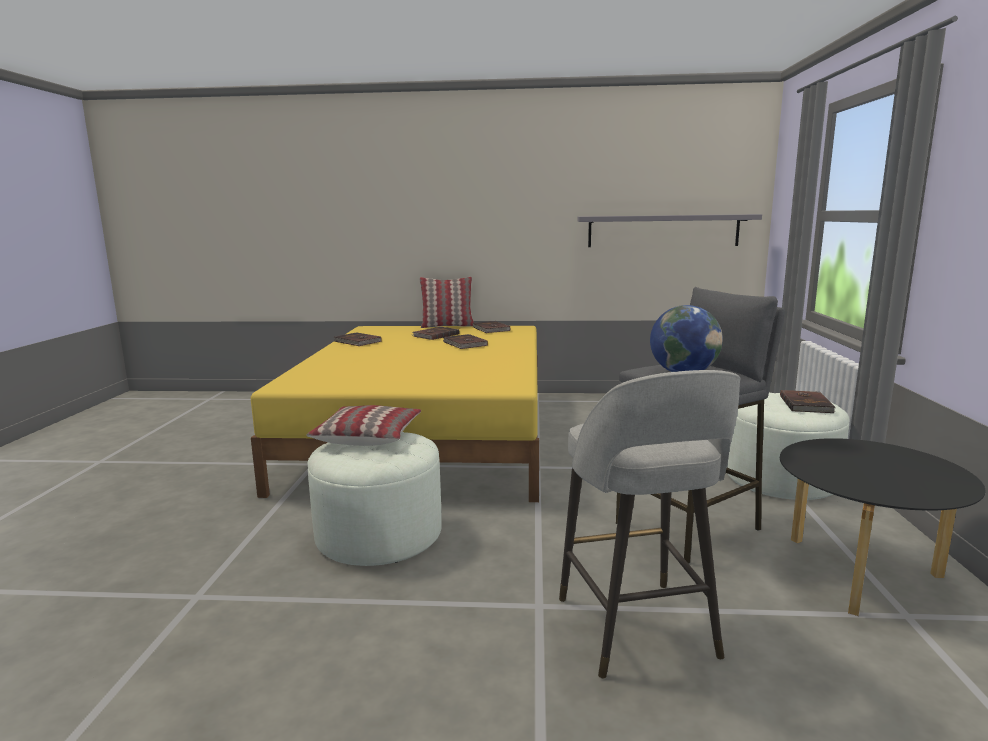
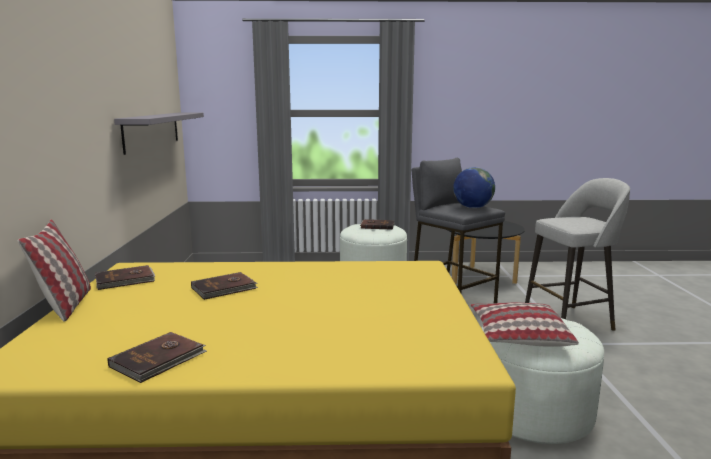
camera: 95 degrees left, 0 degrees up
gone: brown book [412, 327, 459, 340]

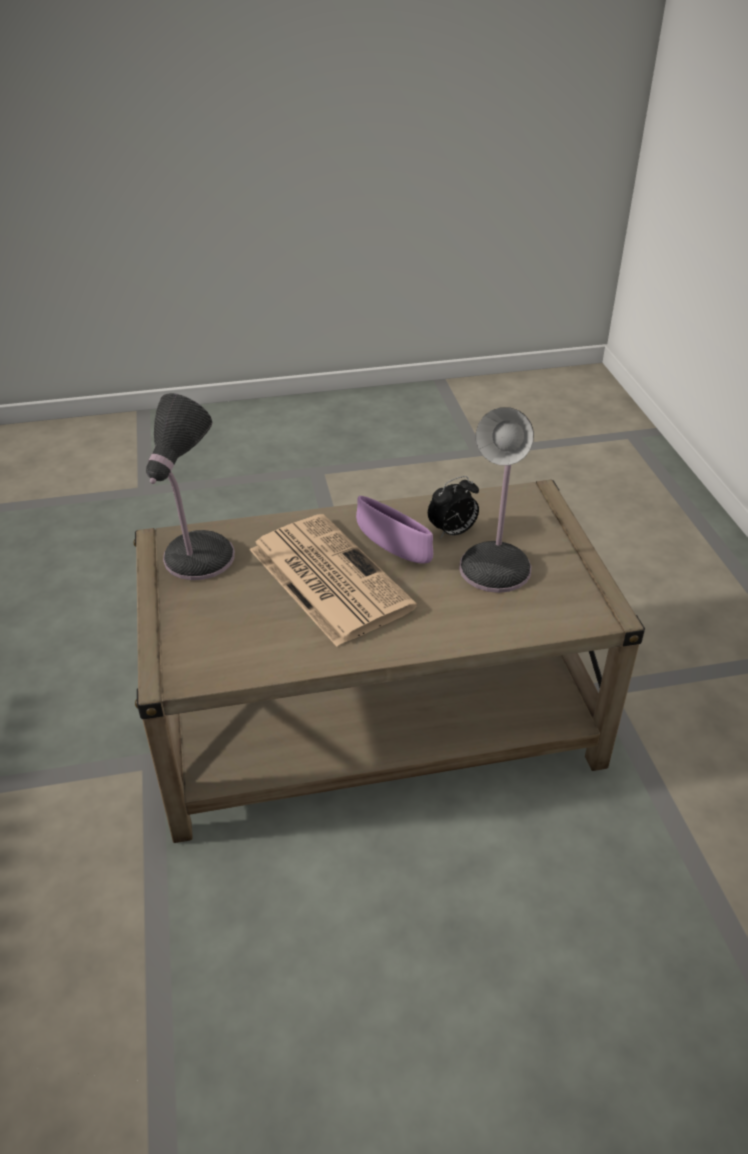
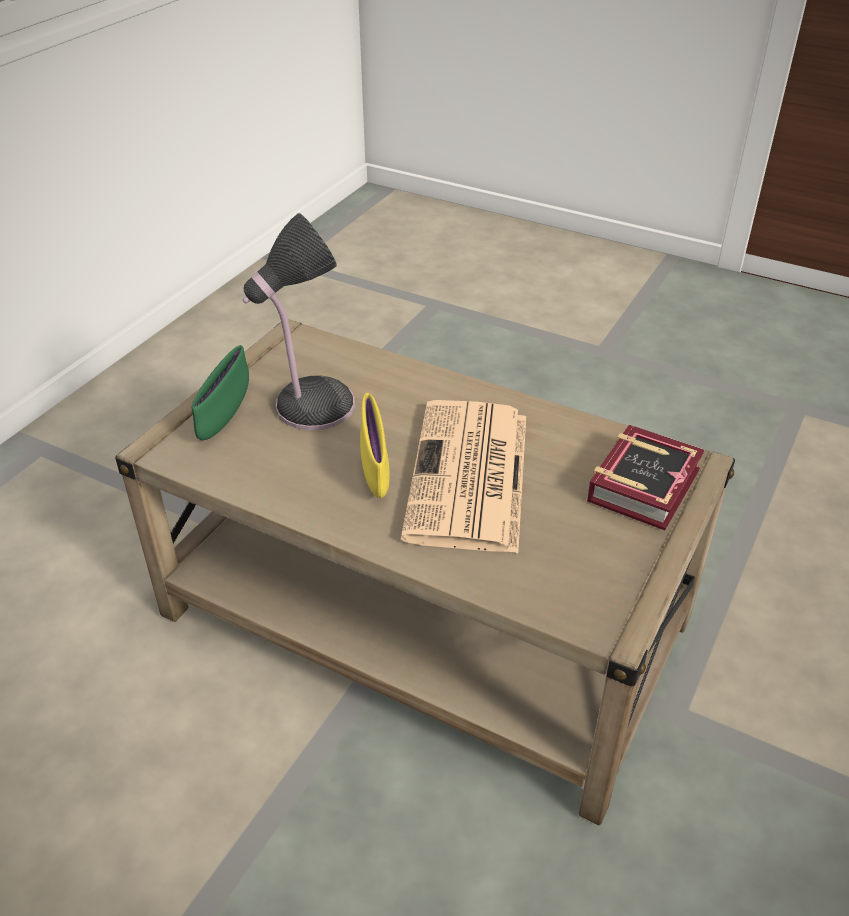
camera: 140 degrees left, 0 degrees up
gone: table lamp [146, 393, 235, 580]; alarm clock [428, 476, 479, 539]
new: green bowl [192, 345, 249, 440]; book [587, 425, 704, 530]
repainted: purple bowl [356, 496, 433, 564] to yellow bowl [360, 393, 390, 498]

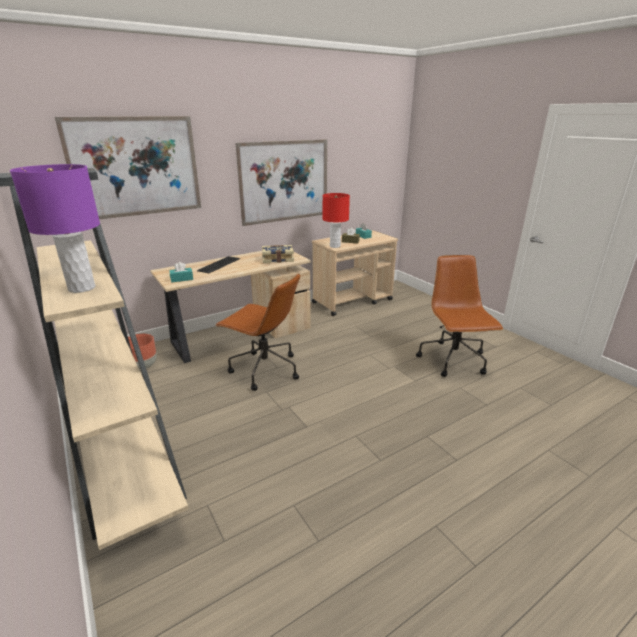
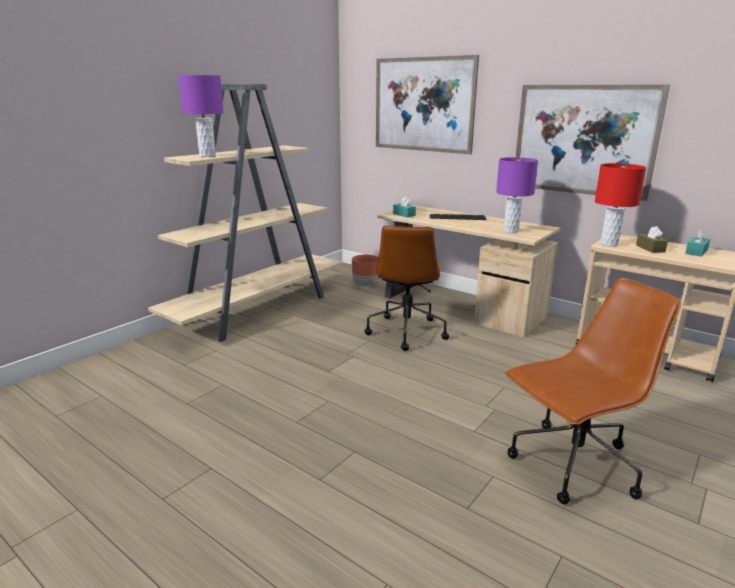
camera: 70 degrees right, 5 degrees down
swapped: book [262, 245, 294, 263] to purple table lamp [496, 157, 538, 233]

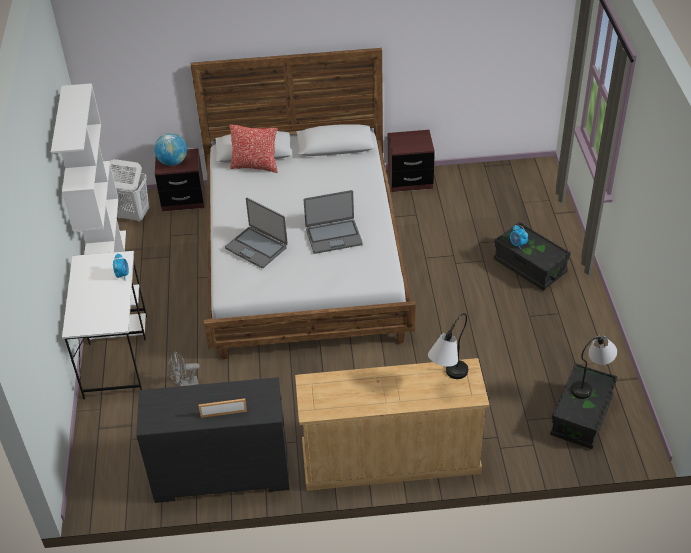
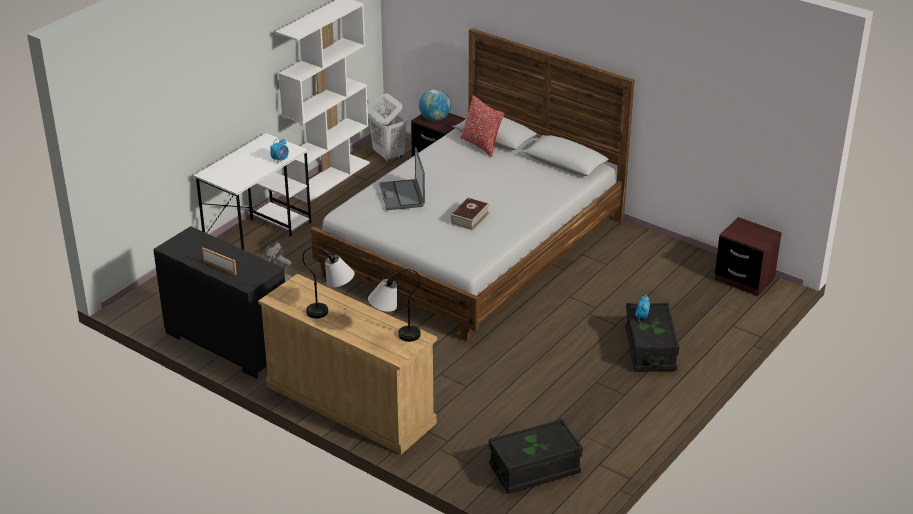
camera: 40 degrees right, 10 degrees down
shifted: brown nightstand [388, 130, 435, 192] to [715, 217, 782, 296]; table lamp [571, 335, 617, 399] to [302, 247, 355, 319]
swapped: laptop [304, 190, 363, 254] to book [450, 197, 490, 231]

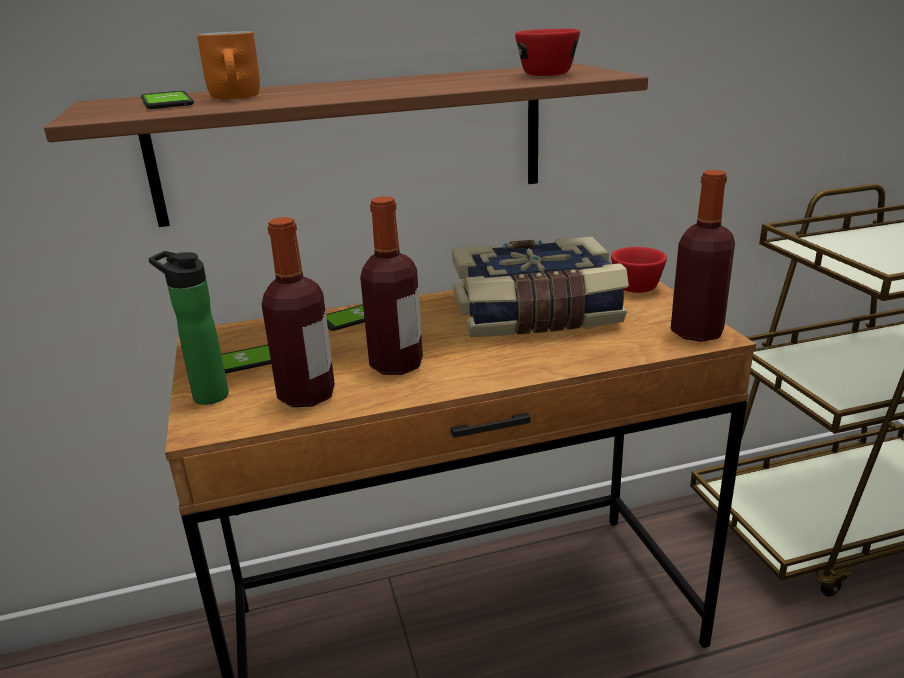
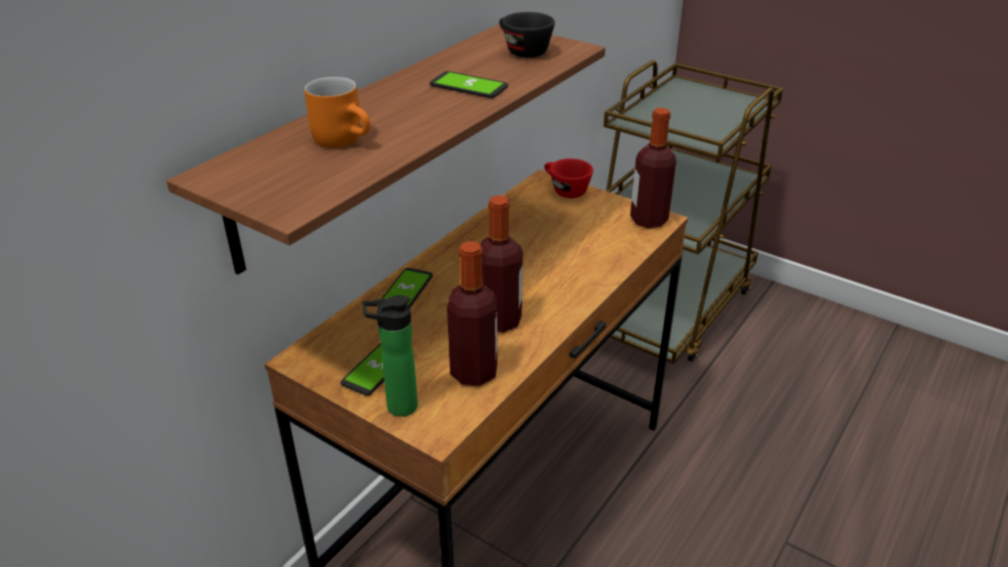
camera: 40 degrees left, 10 degrees up
gone: book [452, 236, 629, 337]
shifted: phone [141, 91, 194, 109] to [430, 71, 508, 98]
repainted: red cup [515, 29, 580, 76] to black cup [499, 12, 555, 58]

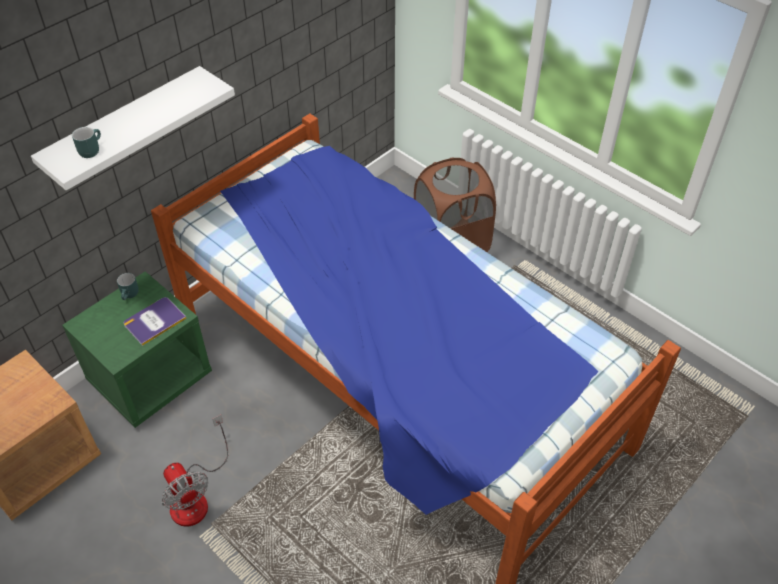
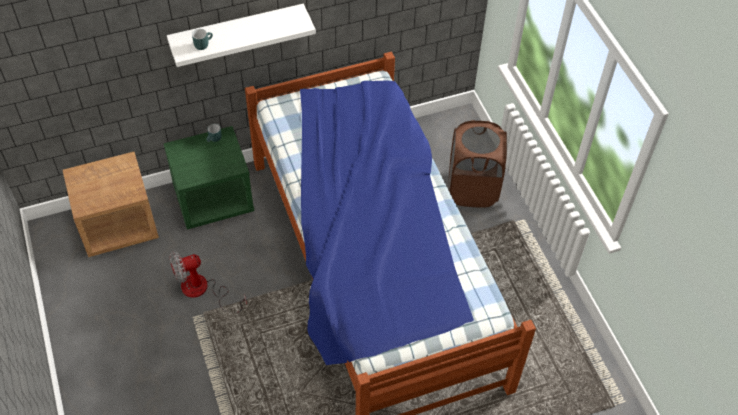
camera: 25 degrees right, 5 degrees up
gone: book [124, 297, 187, 346]
rotated: fan [162, 414, 228, 527] = [169, 251, 247, 313] 75 degrees clockwise

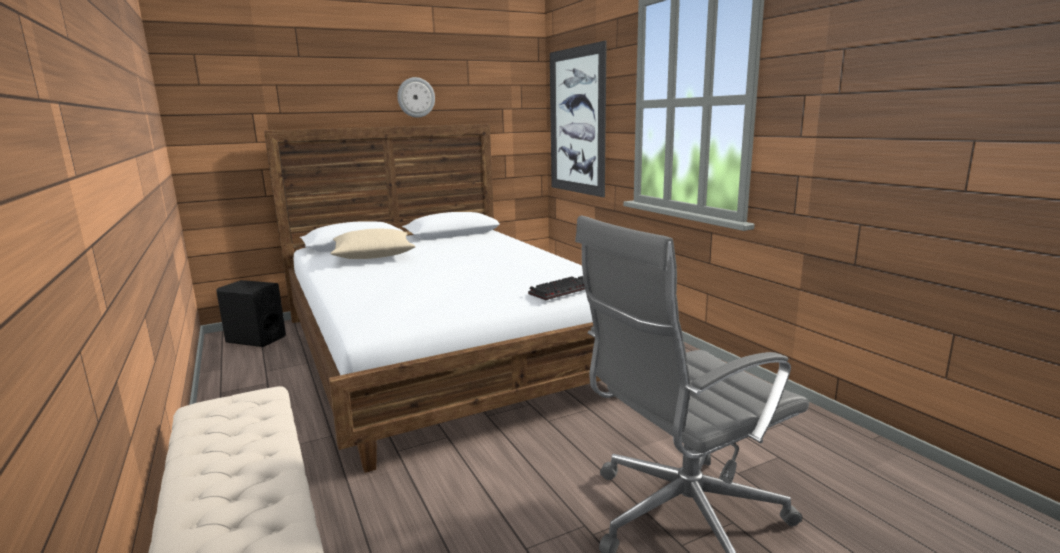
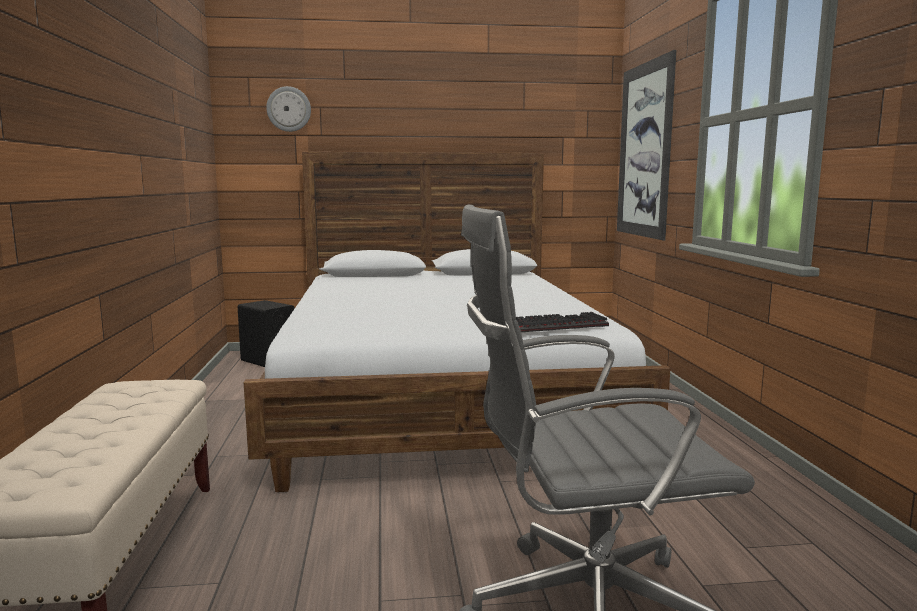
camera: 20 degrees right, 5 degrees down
gone: beige pillow [331, 229, 416, 259]
shifted: wall clock [397, 77, 435, 118] to [266, 86, 311, 132]

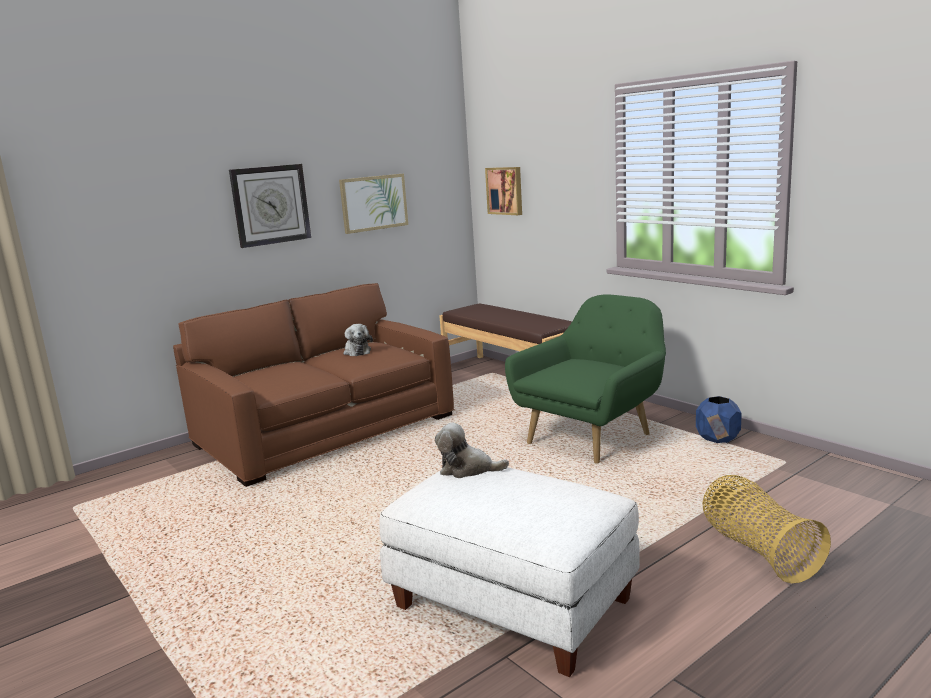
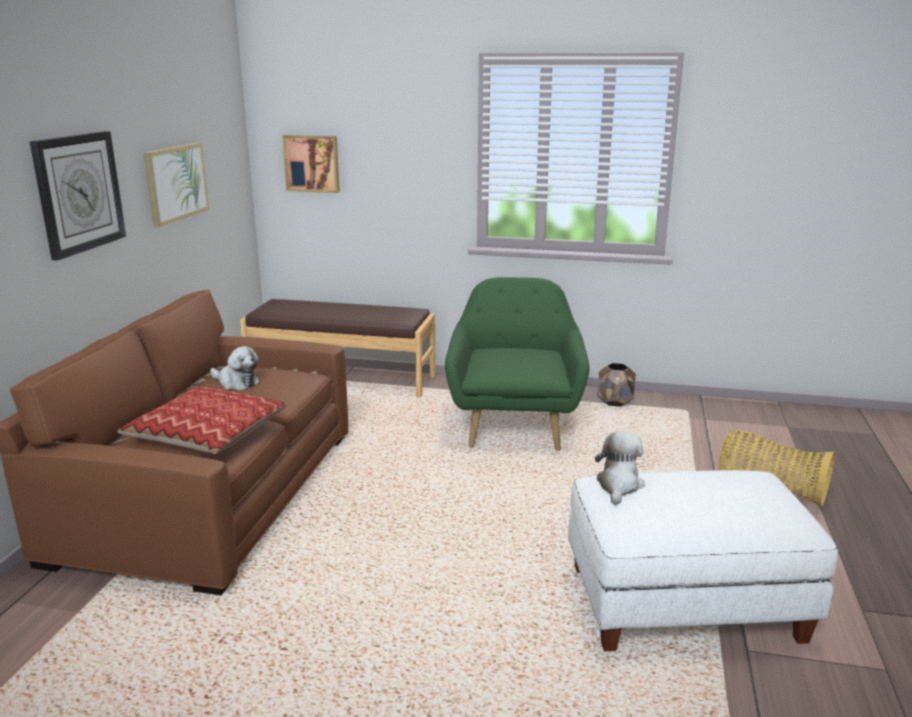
camera: 40 degrees left, 5 degrees up
new: pillow [117, 386, 287, 455]
repainted: blue planter [696, 396, 742, 443] to brown planter [597, 363, 636, 407]
rotated: plush toy [435, 423, 509, 478] = [595, 432, 645, 505] 135 degrees clockwise

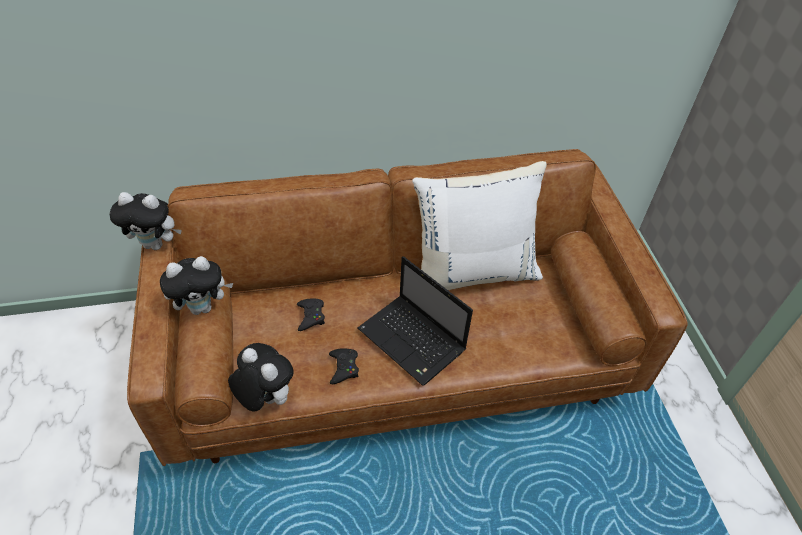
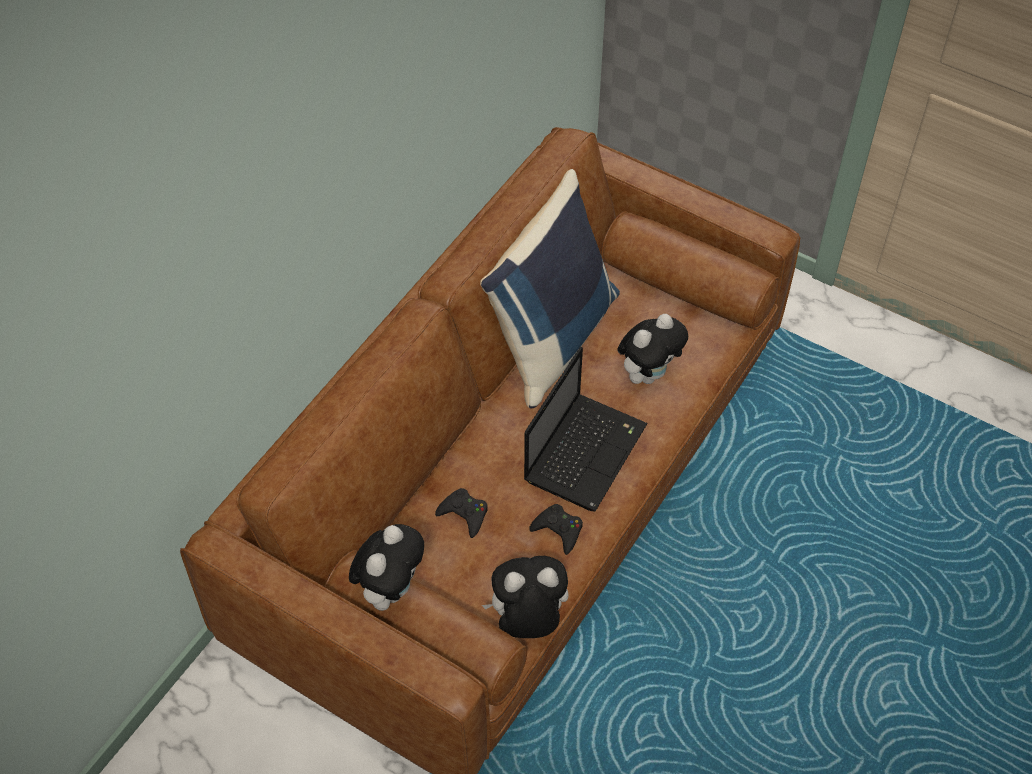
camera: 45 degrees left, 5 degrees up
shifted: plush toy [109, 192, 182, 250] to [617, 314, 688, 384]
repainted: white pillow [412, 161, 547, 290] to blue pillow [480, 169, 620, 408]
rotated: laptop [358, 256, 473, 386] = [524, 347, 648, 511] 60 degrees counterclockwise

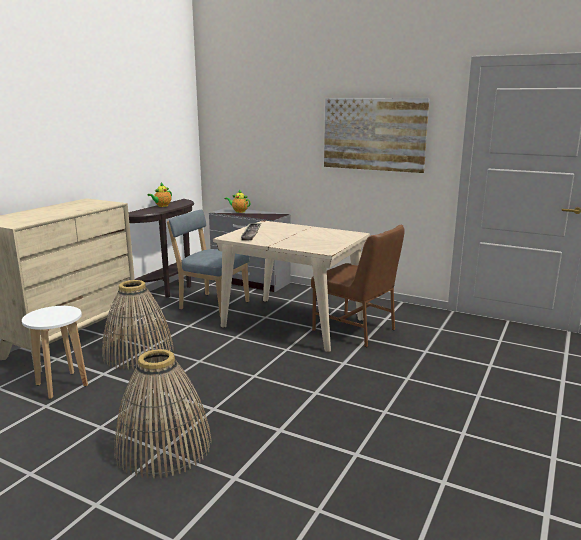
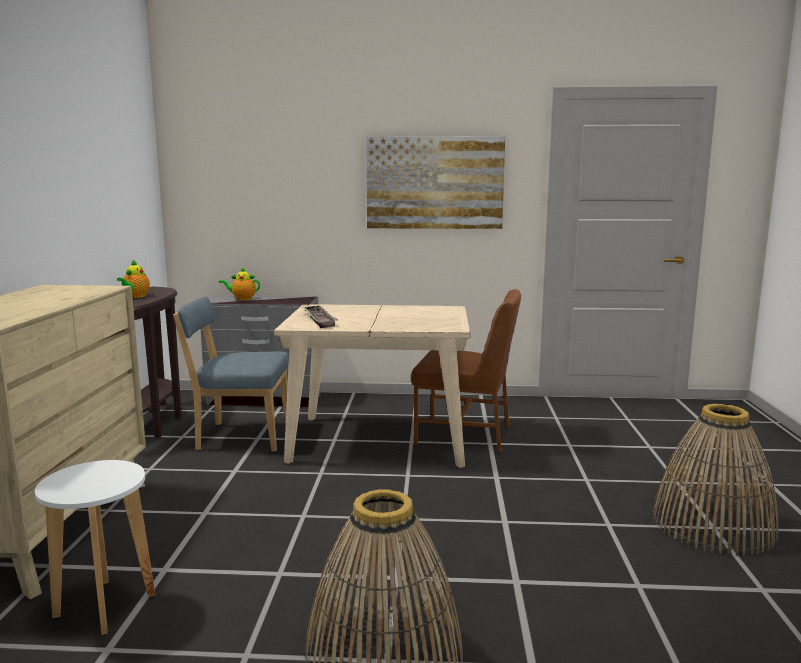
camera: 25 degrees left, 5 degrees down
shifted: basket [102, 280, 174, 369] to [652, 404, 778, 556]

